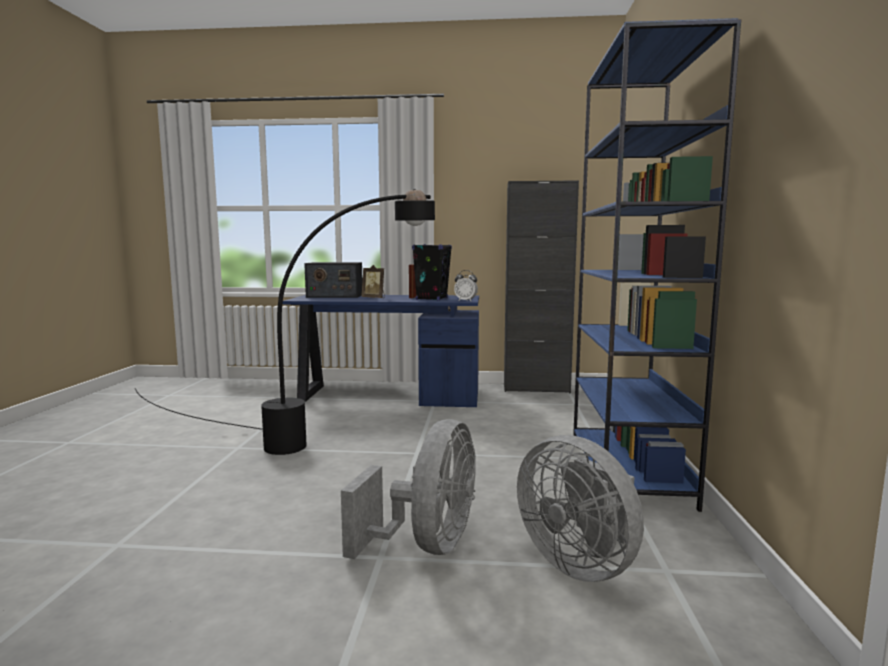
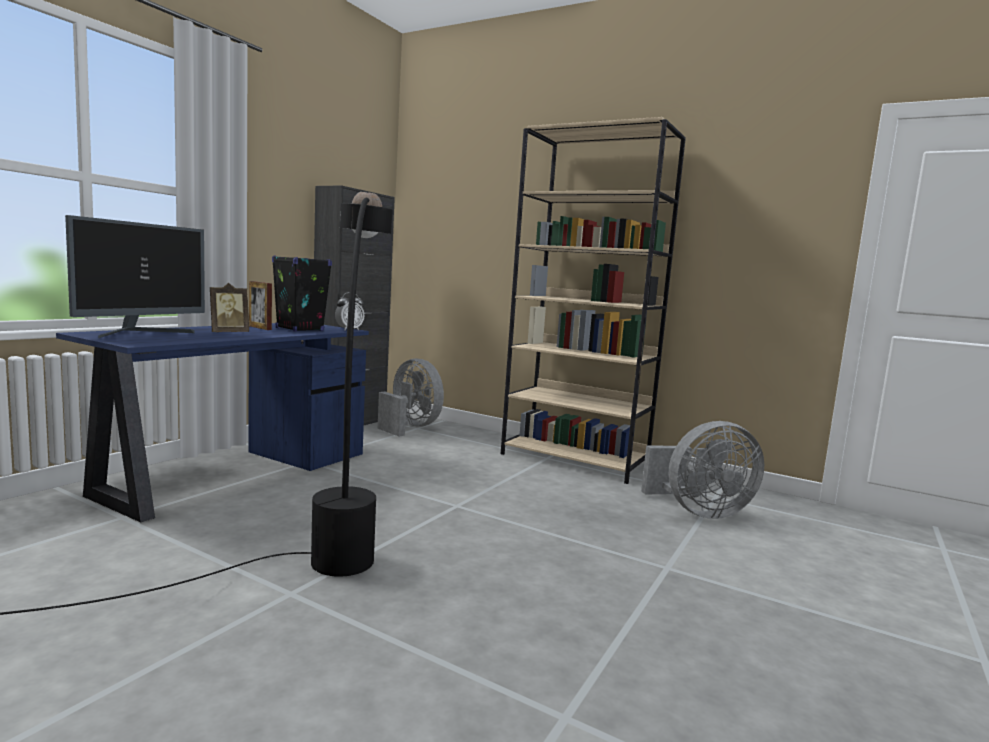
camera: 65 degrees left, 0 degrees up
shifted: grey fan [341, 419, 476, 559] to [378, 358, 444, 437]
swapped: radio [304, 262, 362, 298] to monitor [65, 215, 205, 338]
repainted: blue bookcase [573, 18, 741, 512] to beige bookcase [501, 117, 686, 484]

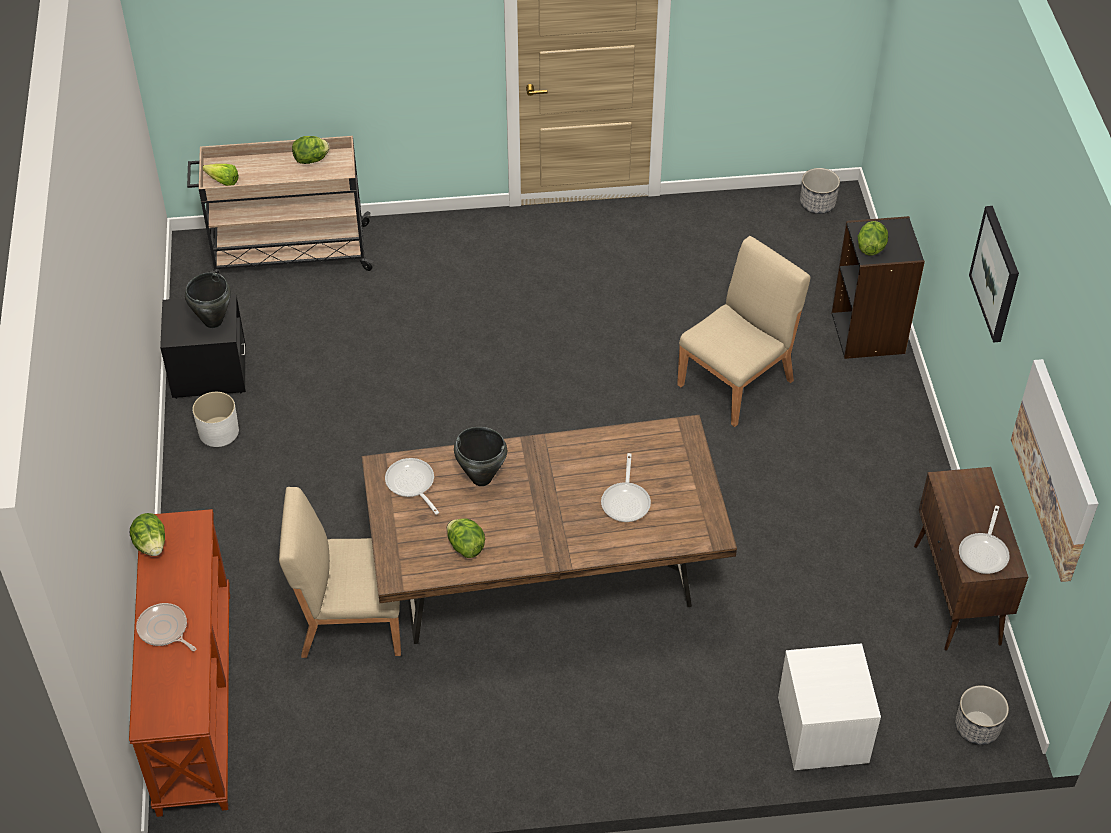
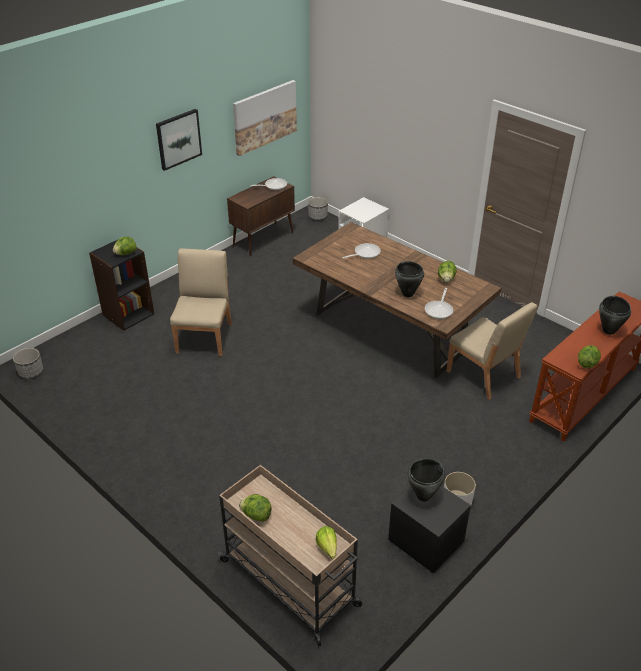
camera: 130 degrees left, 10 degrees down
swapped: frying pan [136, 603, 196, 651] to black cooking pot [599, 296, 631, 335]
rotated: beige chair [677, 236, 810, 427] = [170, 249, 232, 356] 90 degrees clockwise

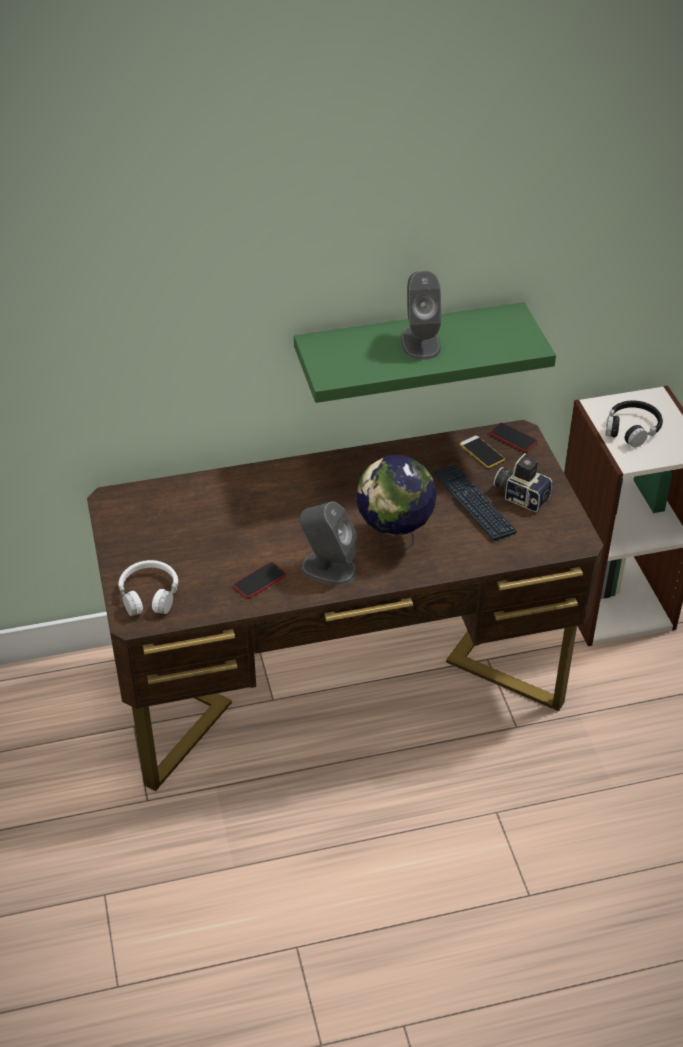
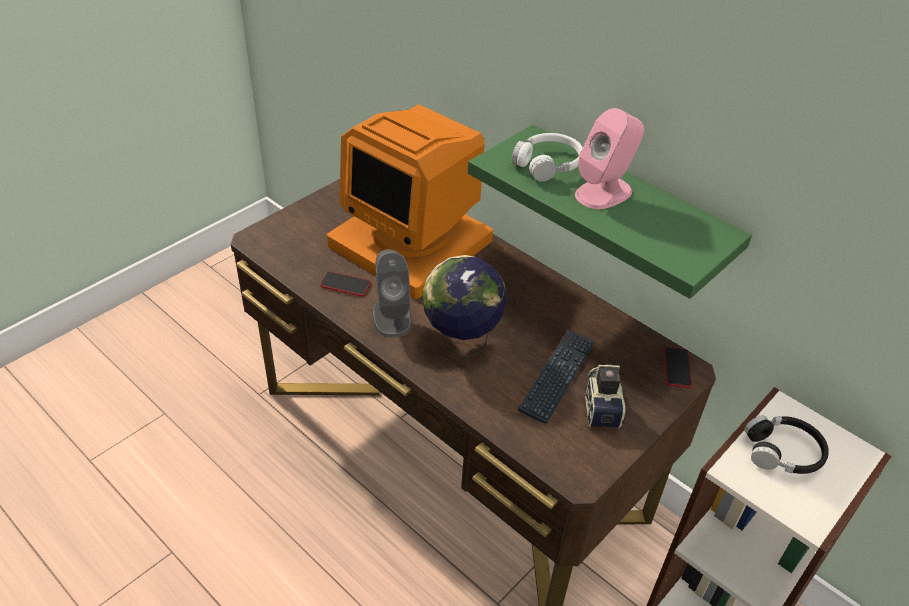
camera: 55 degrees right, 0 degrees up
gone: phone [460, 436, 505, 468]
new: monitor [327, 104, 493, 299]
shifted: white headphones [118, 560, 178, 616] to [512, 133, 583, 182]
repainted: grey speaker [401, 271, 441, 360] to pink speaker [575, 108, 644, 209]

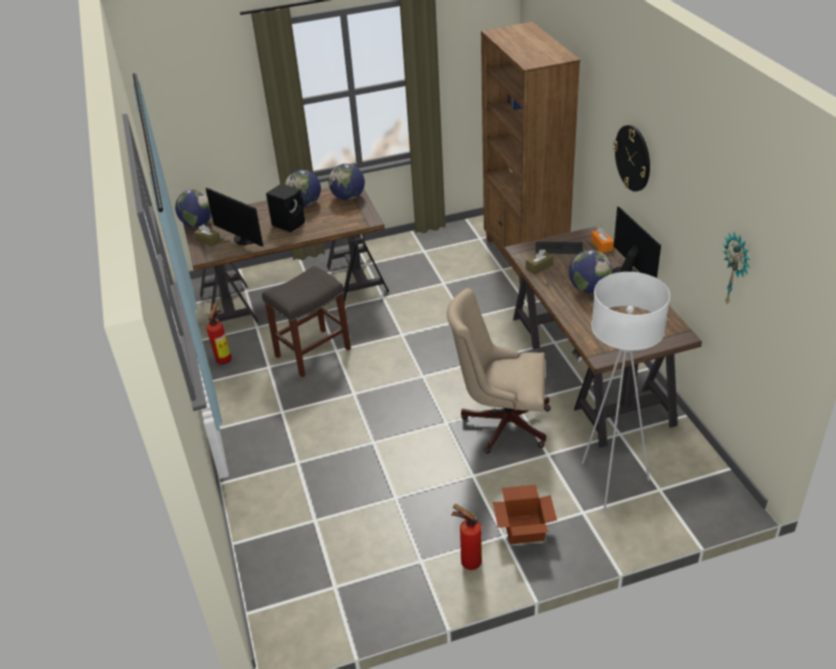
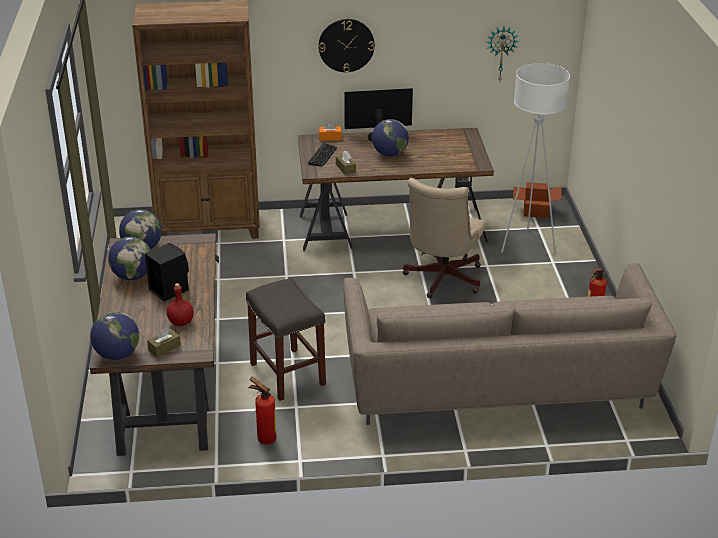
camera: 80 degrees left, 5 degrees down
new: beige sofa [343, 263, 676, 425]
shifted: cardboard box [493, 485, 557, 545] to [513, 182, 562, 218]
swapped: monitor [206, 187, 264, 247] to red bottle [167, 283, 194, 326]

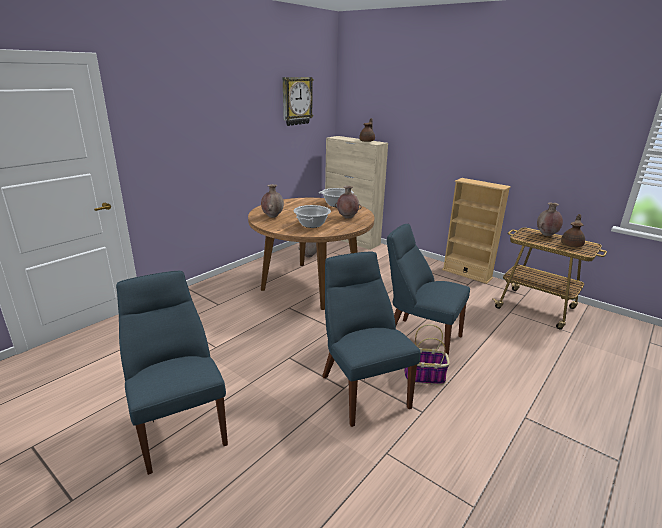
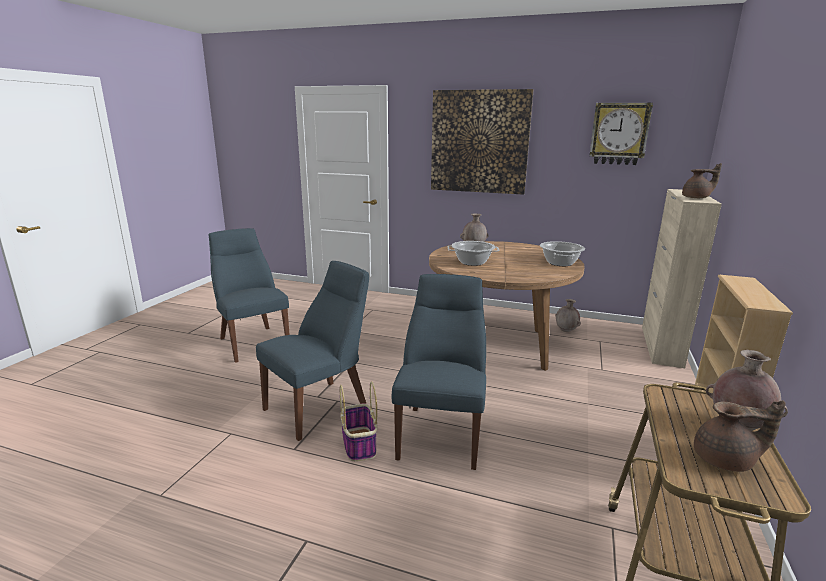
camera: 70 degrees right, 5 degrees down
gone: brown vase [335, 185, 361, 219]
new: picture [431, 89, 534, 195]
rotated: blue chair [116, 271, 228, 475] = [209, 228, 290, 363] 75 degrees counterclockwise

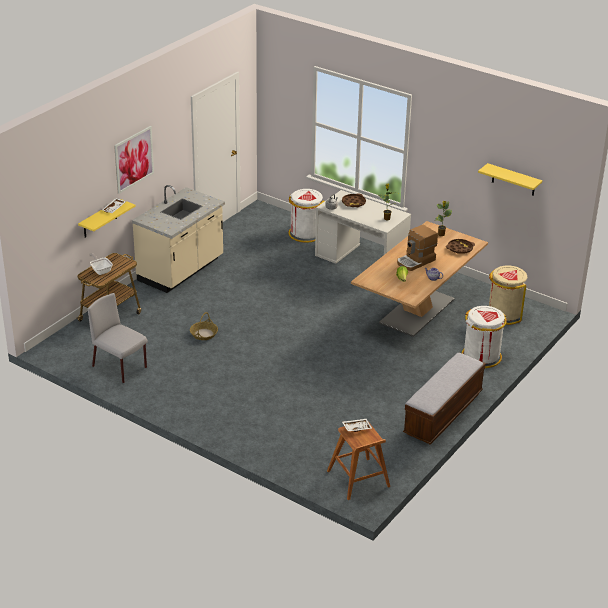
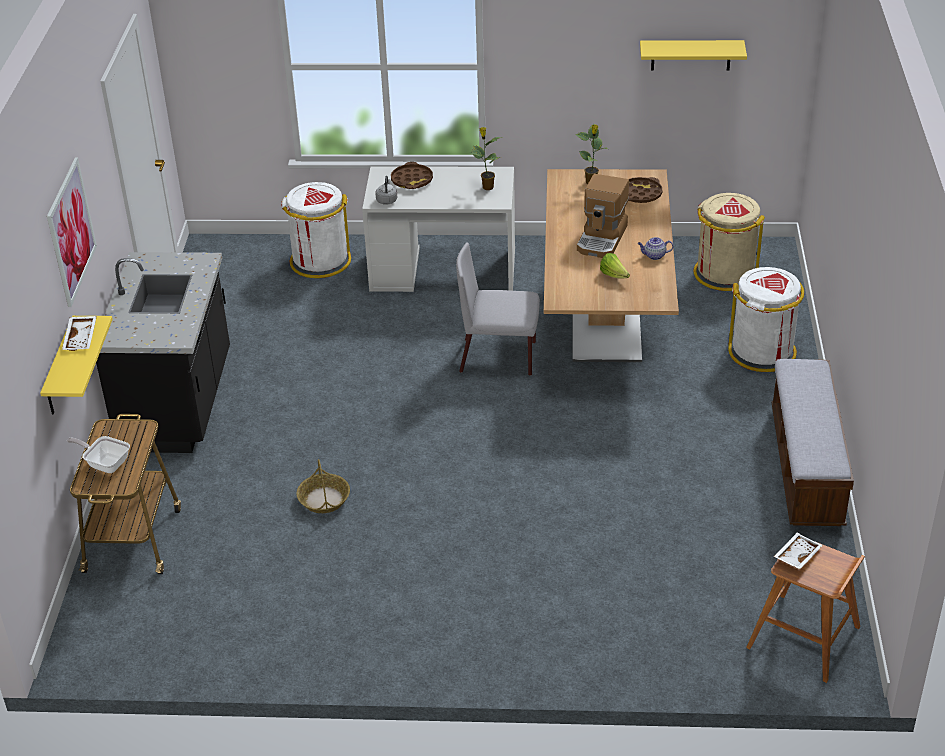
camera: 30 degrees left, 5 degrees up
shifted: grey chair [88, 293, 148, 383] to [456, 242, 540, 376]
repainted: beige counter [132, 185, 225, 293] to black counter [96, 252, 230, 453]

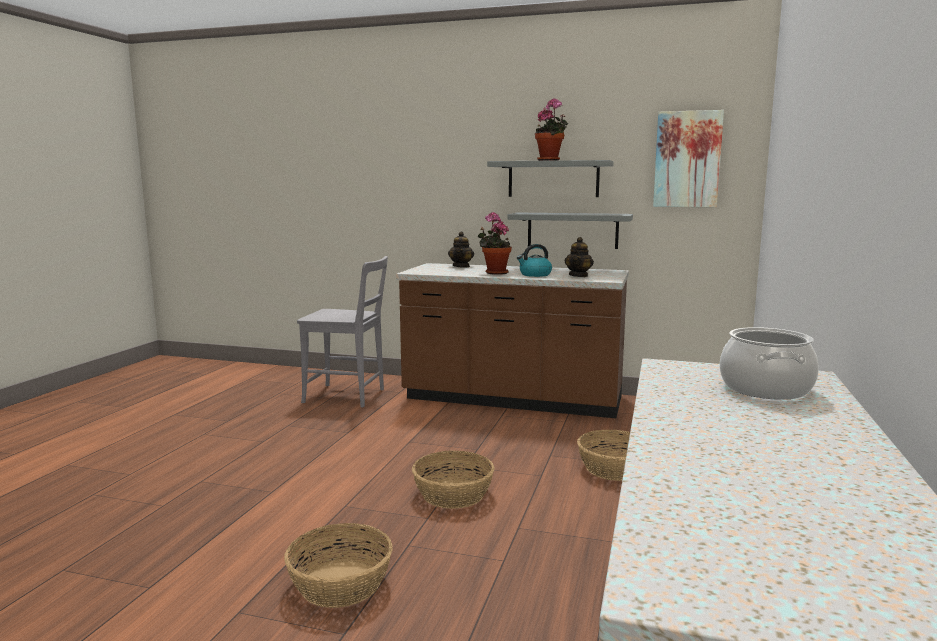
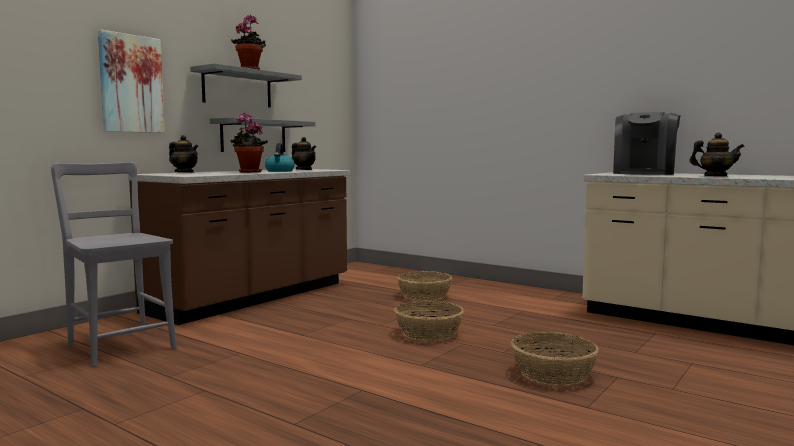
camera: 70 degrees left, 5 degrees down
new: teapot [690, 133, 745, 176]
shifted: picture [653, 110, 724, 207] to [98, 30, 165, 133]
swapped: cooking pot [720, 327, 819, 400] to coffee machine [613, 112, 681, 175]
rotated: grey chair [297, 256, 388, 408] = [51, 162, 177, 367] 75 degrees counterclockwise

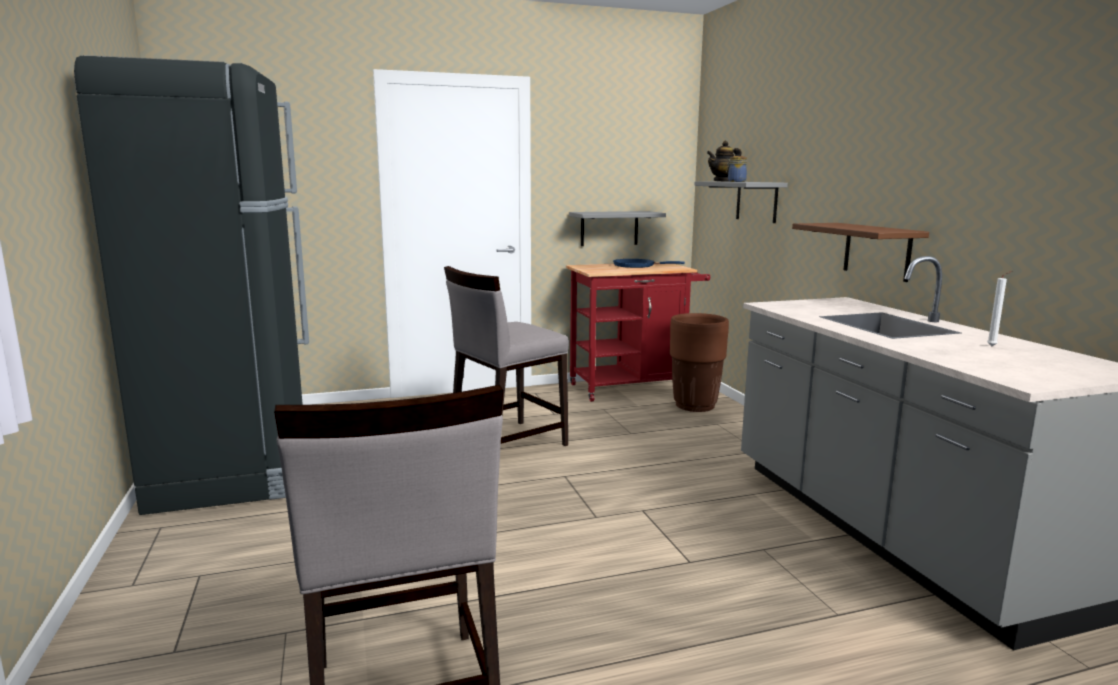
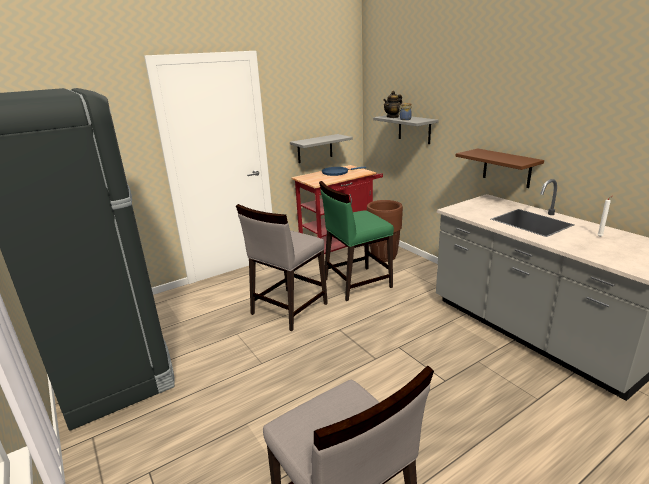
camera: 15 degrees left, 10 degrees up
new: green chair [319, 181, 394, 301]

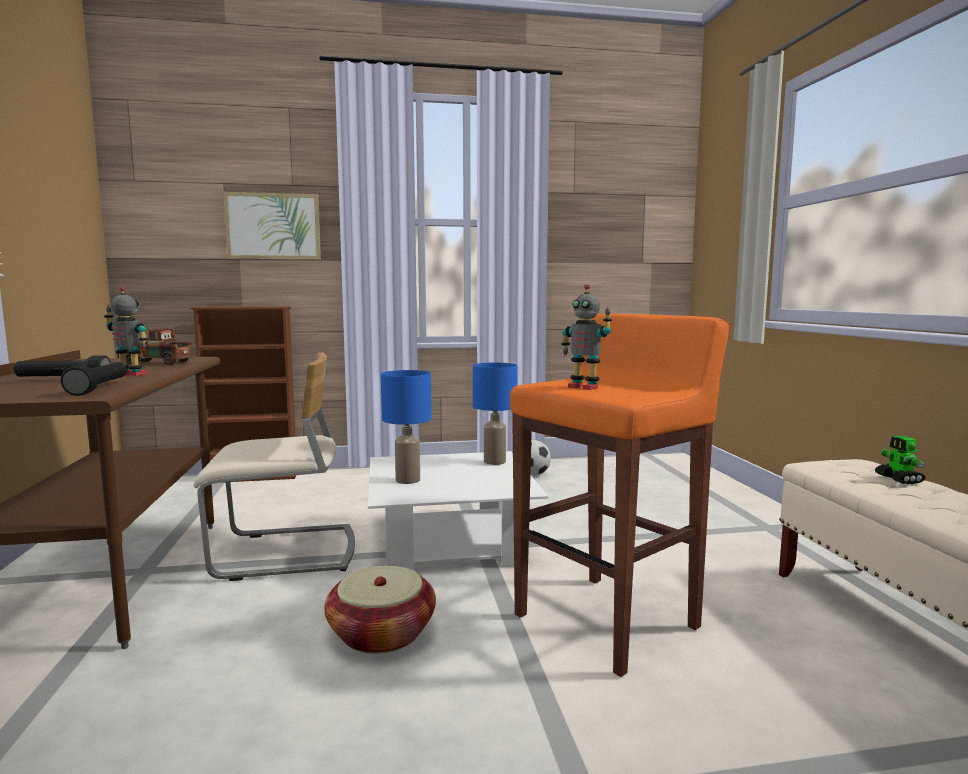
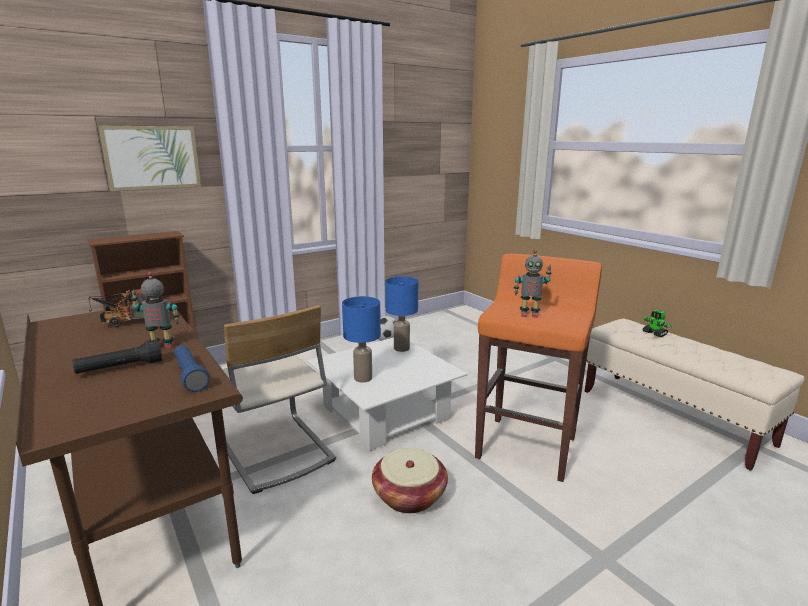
camera: 25 degrees left, 10 degrees up
repainted: black flashlight [60, 362, 127, 396] to blue flashlight [174, 345, 210, 392]
rotated: beige chair [194, 353, 355, 581] = [222, 305, 336, 494] 90 degrees clockwise

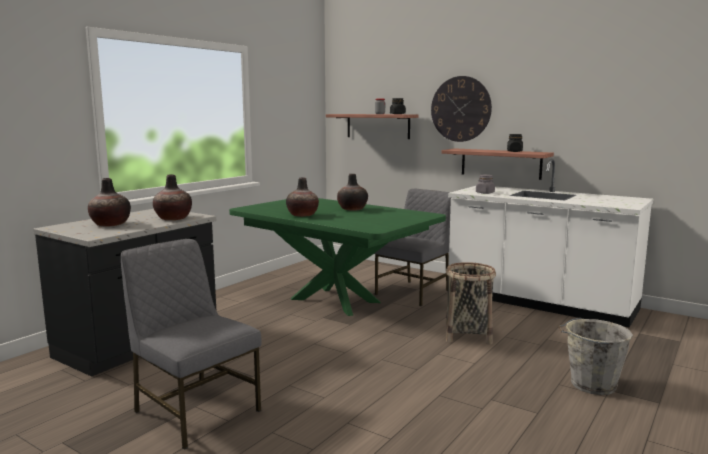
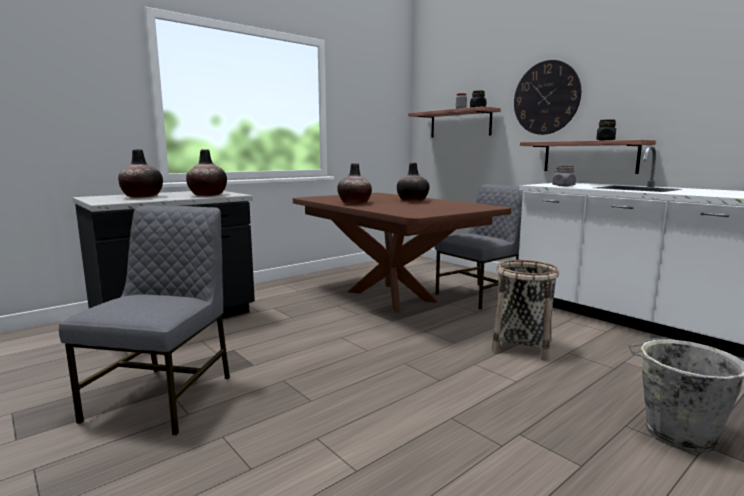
camera: 15 degrees right, 0 degrees up
repainted: green dining table [229, 198, 446, 316] to brown dining table [293, 193, 512, 313]
rotated: grey chair [121, 239, 262, 450] = [59, 205, 230, 435] 45 degrees clockwise

